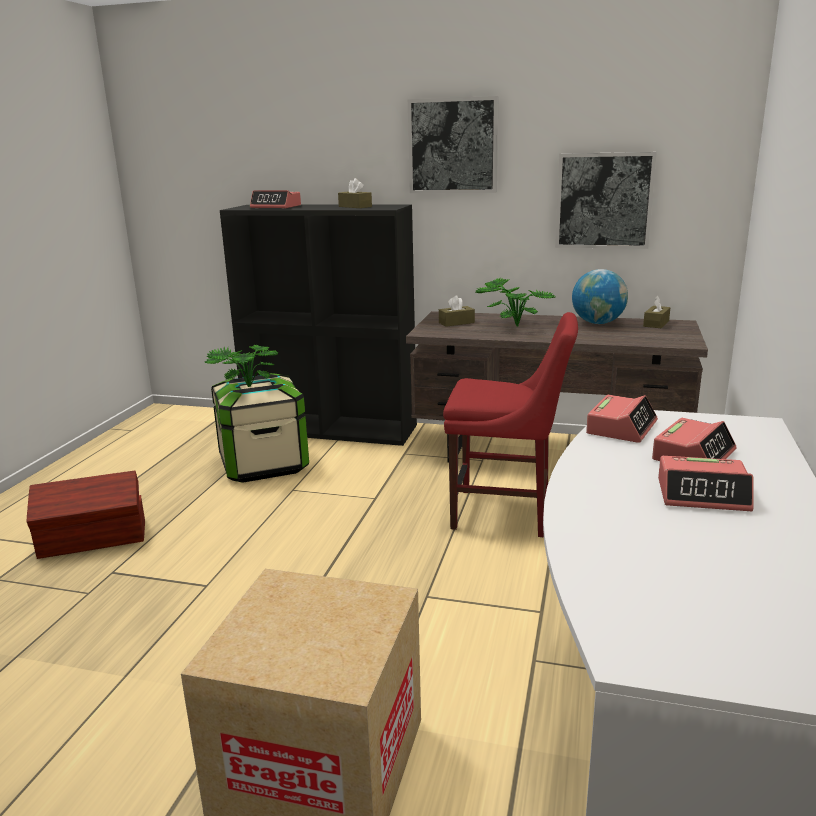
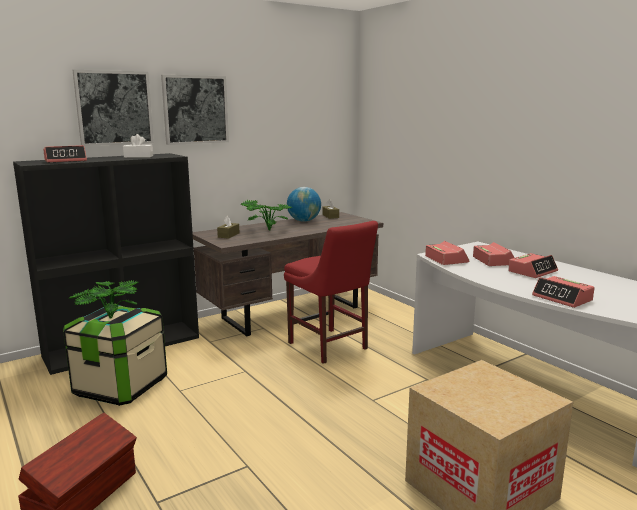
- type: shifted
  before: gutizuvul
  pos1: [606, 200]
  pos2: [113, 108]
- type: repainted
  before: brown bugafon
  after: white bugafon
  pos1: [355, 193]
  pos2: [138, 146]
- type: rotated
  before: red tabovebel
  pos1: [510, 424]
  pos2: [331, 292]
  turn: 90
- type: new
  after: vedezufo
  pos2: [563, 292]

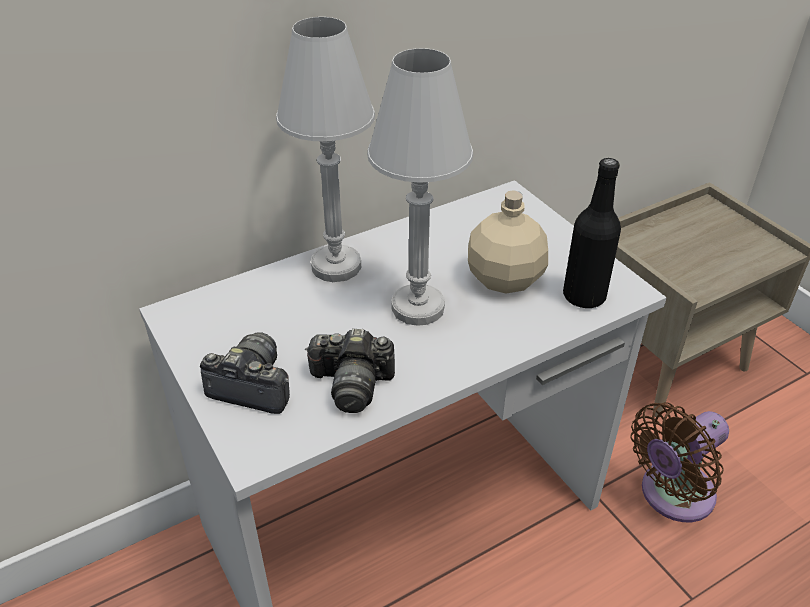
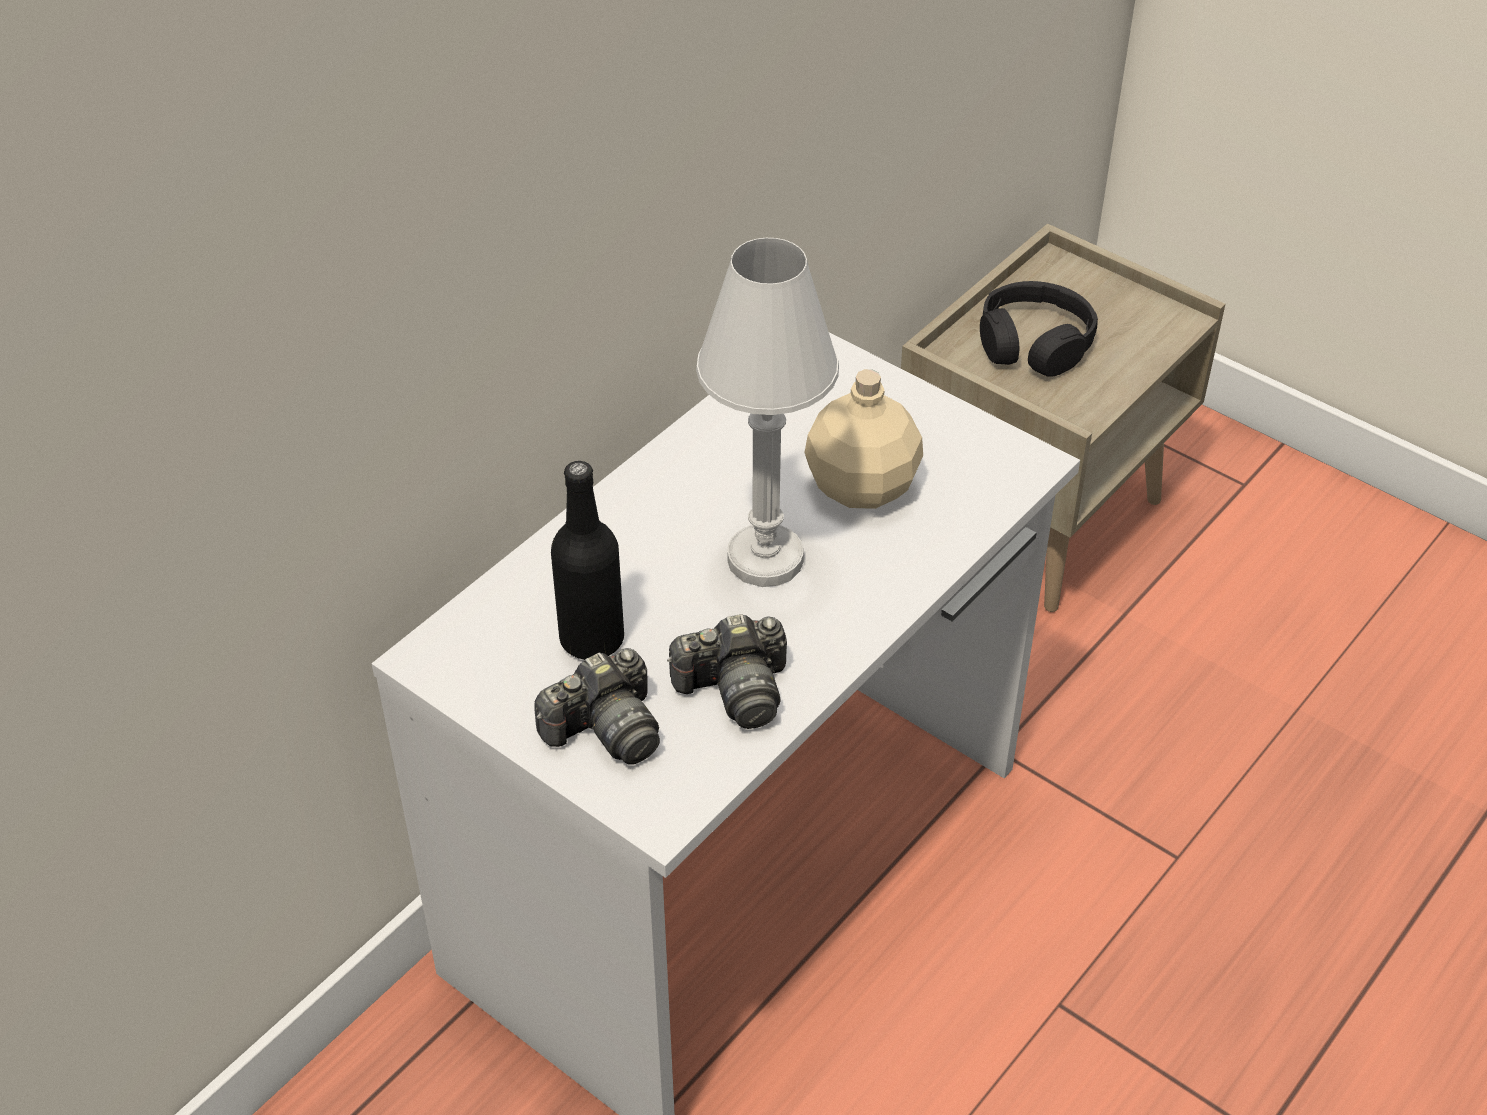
- type: rotated
  before: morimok
  pos1: [245, 373]
  pos2: [597, 706]
  turn: 150
- type: shifted
  before: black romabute
  pos1: [592, 233]
  pos2: [587, 560]
- type: new
  after: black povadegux
  pos2: [1039, 329]
- type: gone
  before: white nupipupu
  pos1: [325, 149]
- type: gone
  before: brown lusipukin
  pos1: [679, 462]

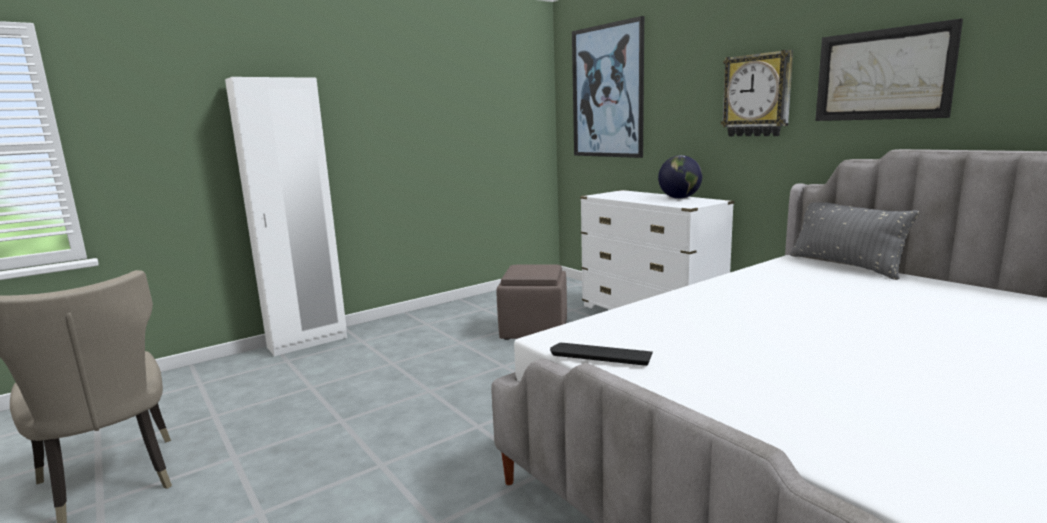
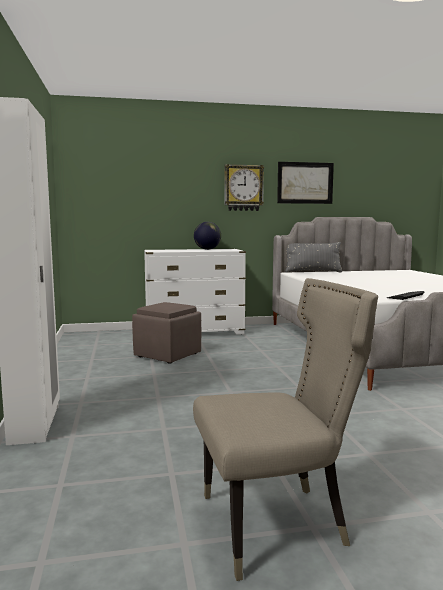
- type: gone
  before: gutizuvul
  pos1: [608, 87]

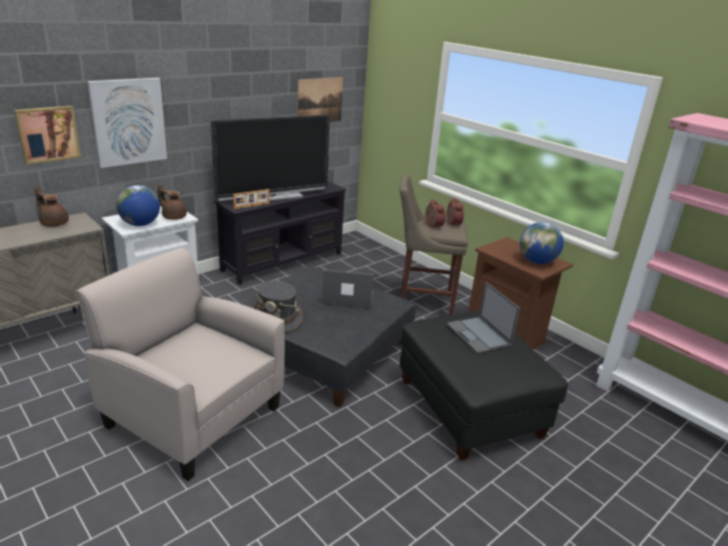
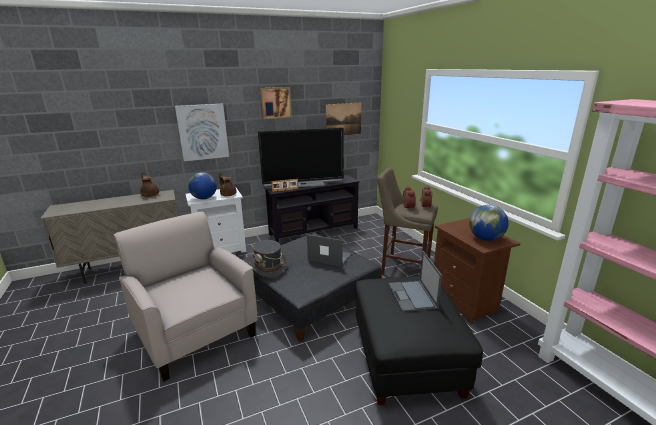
- type: shifted
  before: gutizuvul
  pos1: [47, 135]
  pos2: [276, 103]

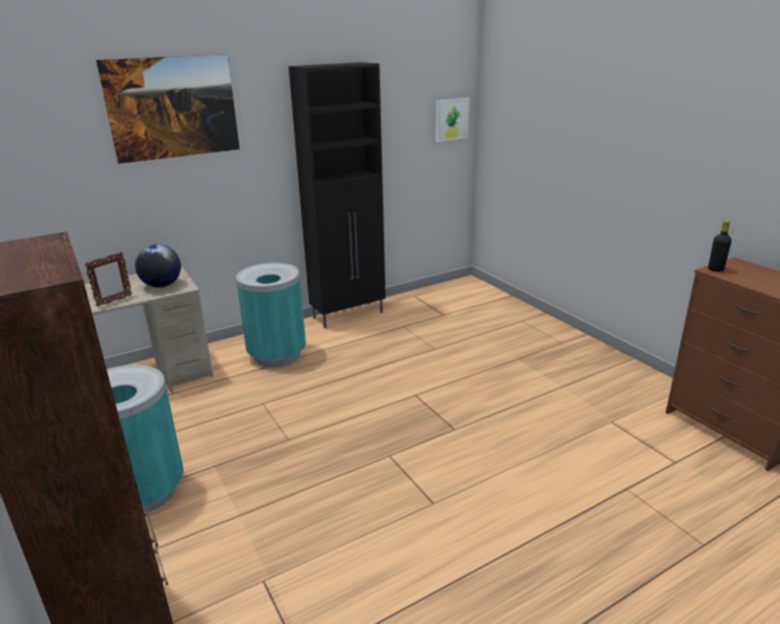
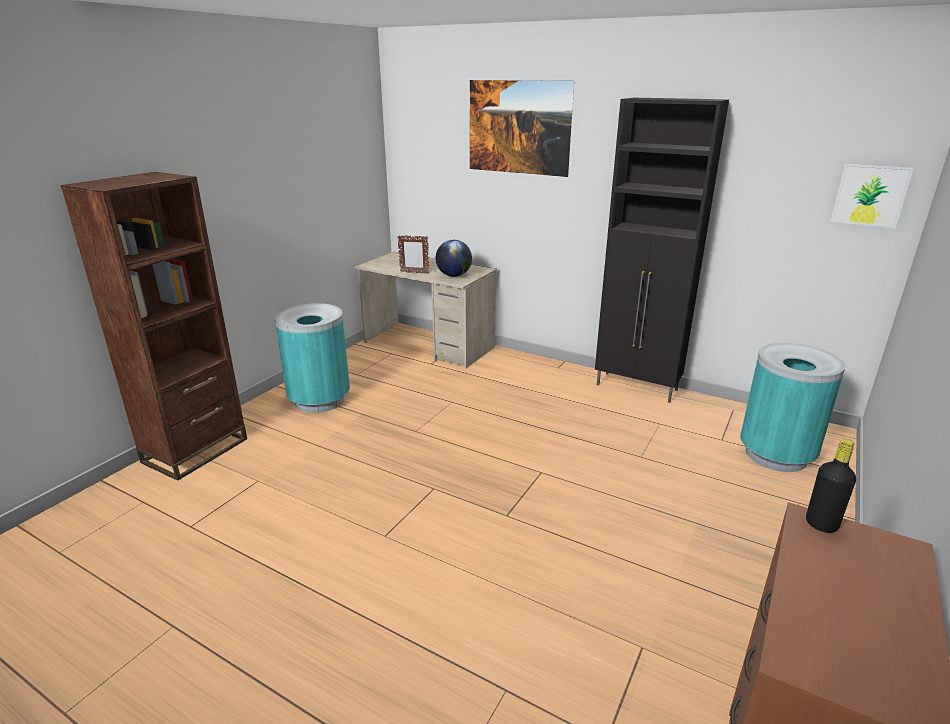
- type: shifted
  before: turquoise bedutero
  pos1: [271, 315]
  pos2: [792, 407]

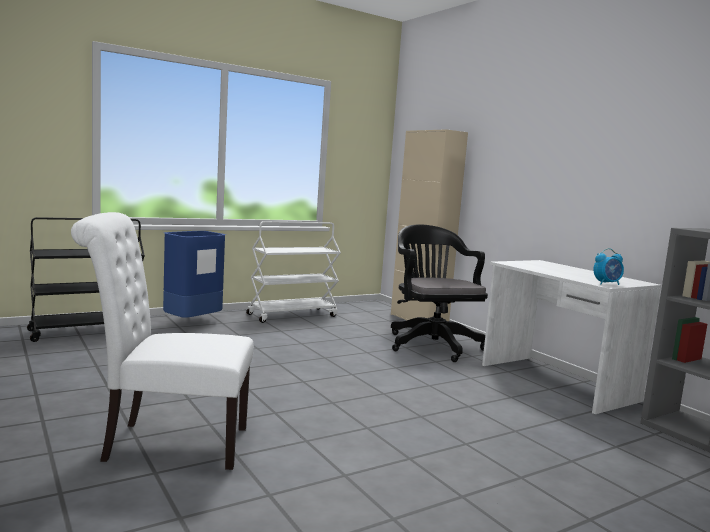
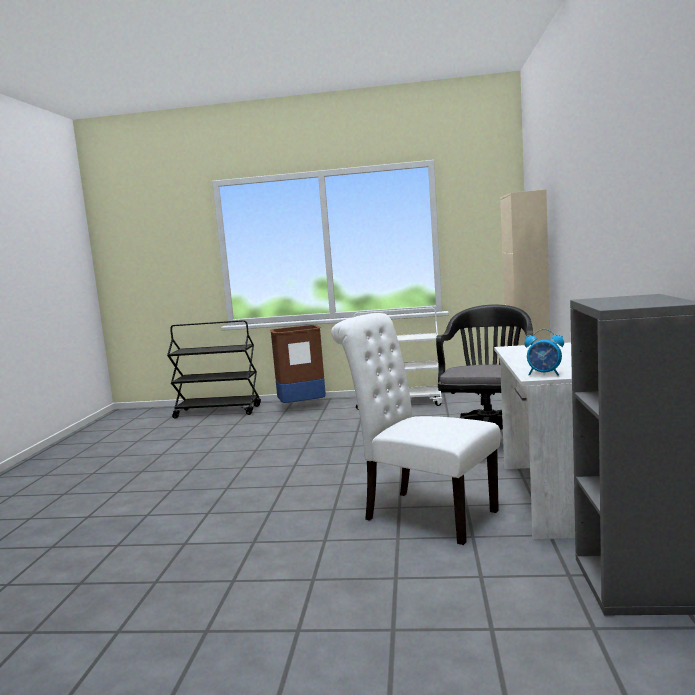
- type: repainted
  before: blue bedutero
  after: brown bedutero
  pos1: [194, 274]
  pos2: [297, 364]
- type: shifted
  before: white tabovebel
  pos1: [162, 341]
  pos2: [416, 429]

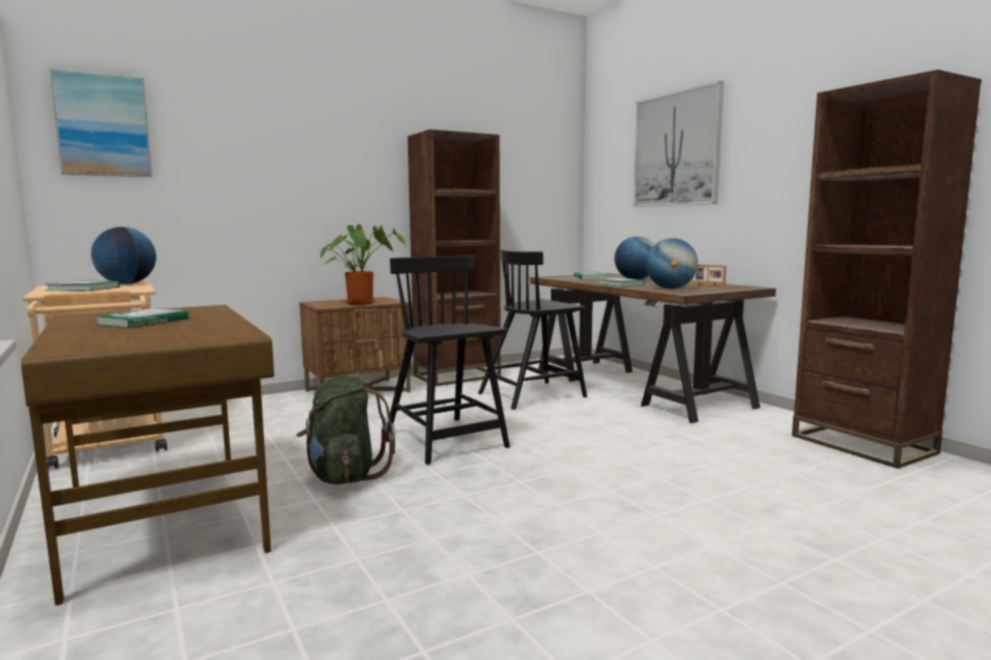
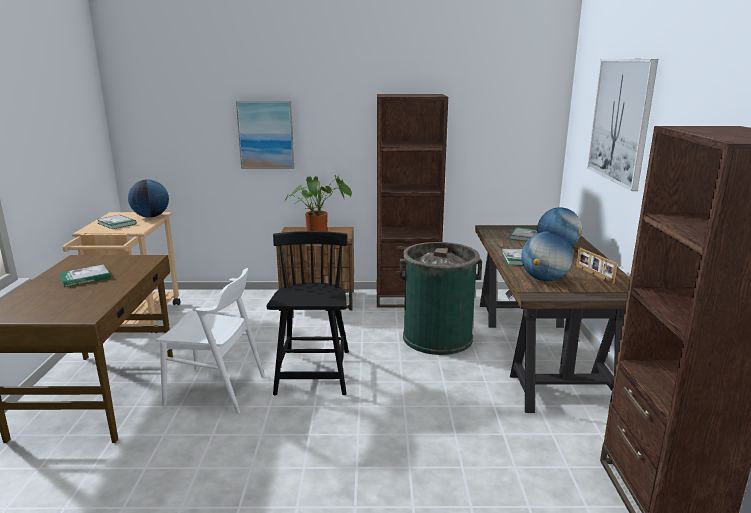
- type: swapped
  before: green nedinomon
  after: white tabovebel
  pos1: [345, 430]
  pos2: [210, 341]
- type: shifted
  before: gutizuvul
  pos1: [100, 122]
  pos2: [265, 135]
- type: swapped
  before: black tabovebel
  after: green bedutero
  pos1: [532, 329]
  pos2: [440, 298]

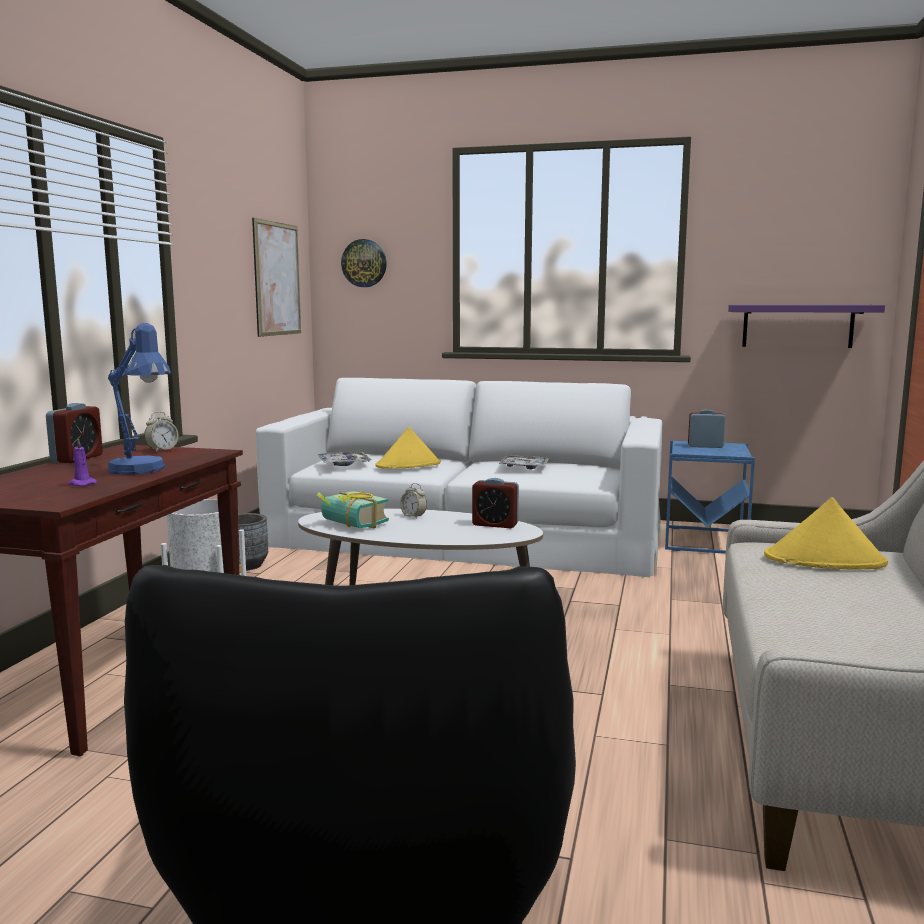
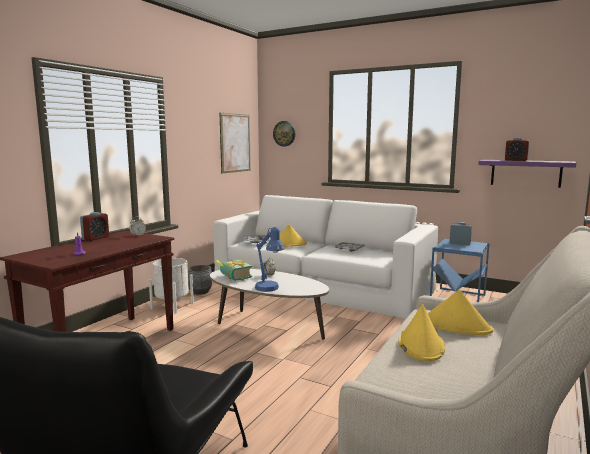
- type: shifted
  before: blue nupipupu
  pos1: [139, 399]
  pos2: [270, 259]
- type: new
  after: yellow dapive
  pos2: [421, 332]
- type: shifted
  before: vedezufo
  pos1: [495, 503]
  pos2: [517, 149]

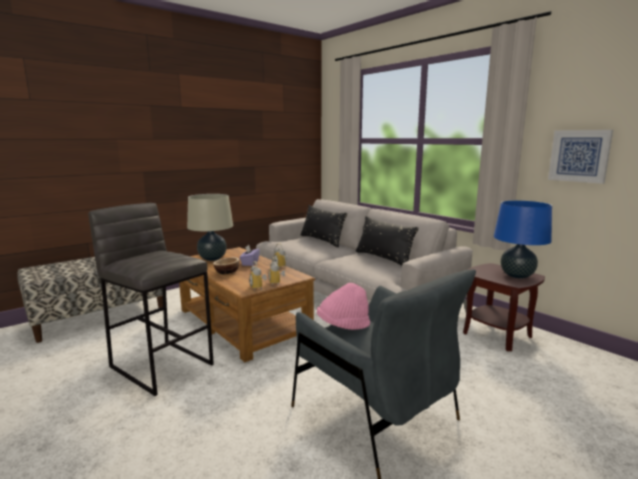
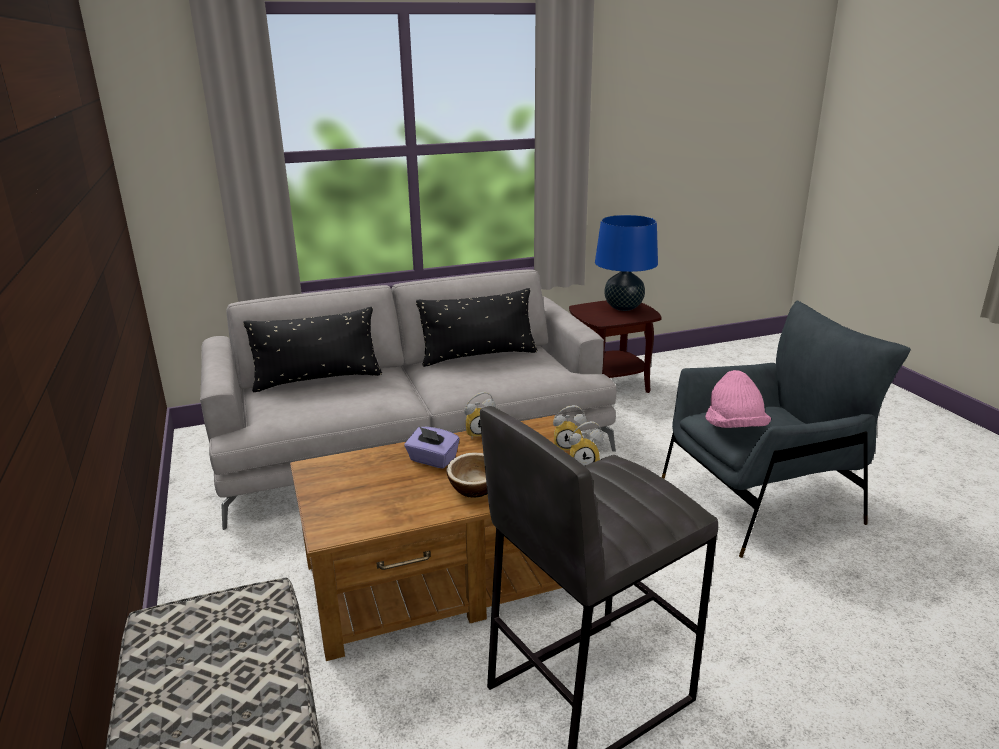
- type: gone
  before: beige nupipupu
  pos1: [210, 227]
- type: gone
  before: gutizuvul
  pos1: [580, 157]

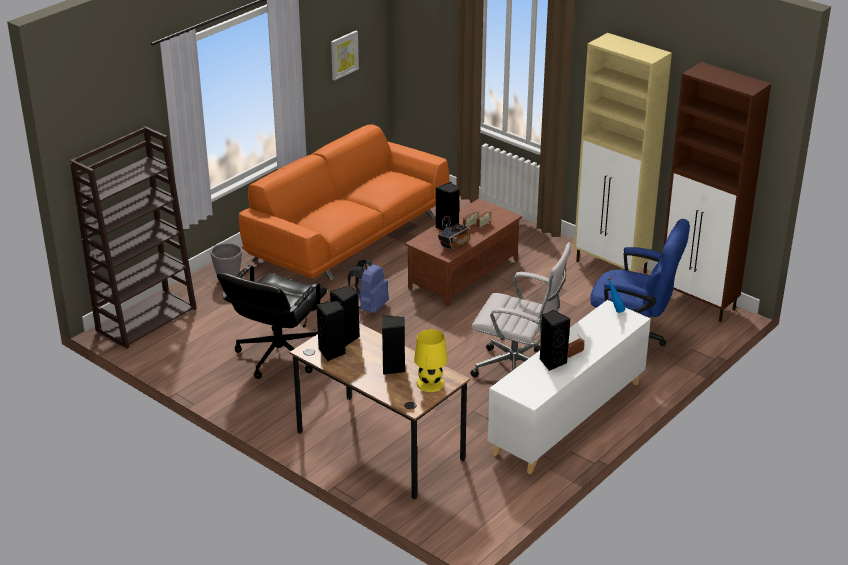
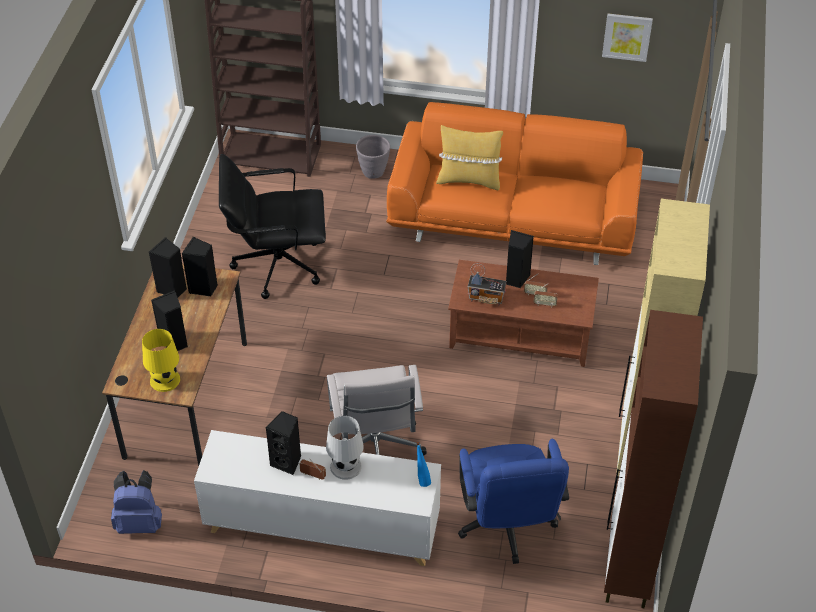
- type: shifted
  before: blue nedinomon
  pos1: [368, 286]
  pos2: [136, 502]
- type: new
  after: white nupipupu
  pos2: [345, 448]
- type: new
  after: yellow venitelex
  pos2: [469, 157]

